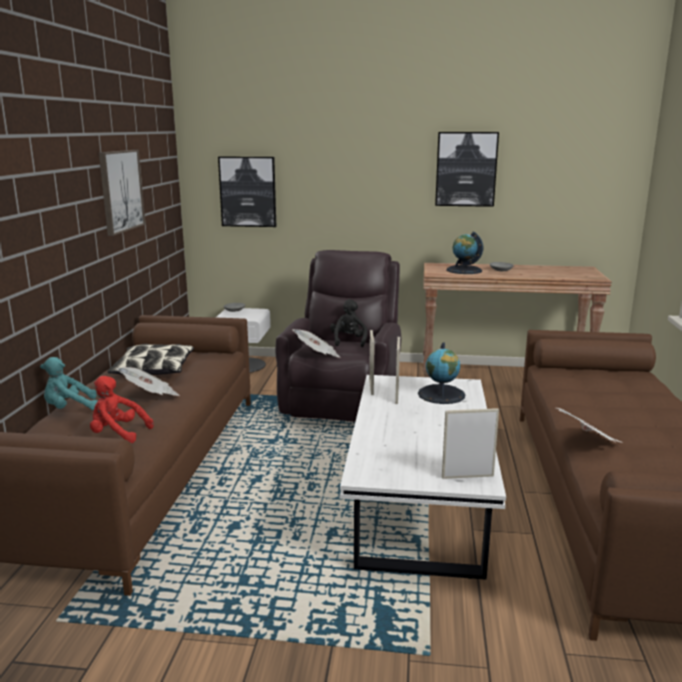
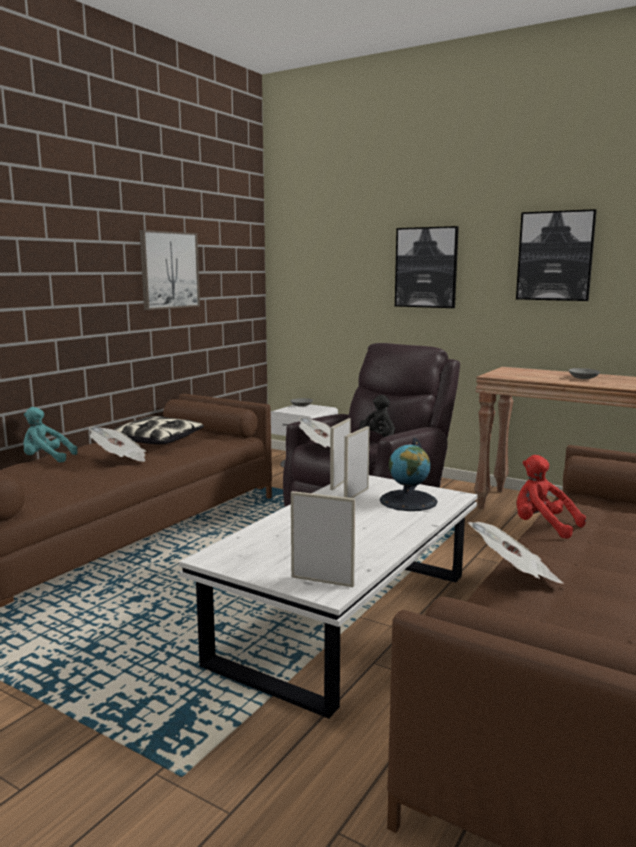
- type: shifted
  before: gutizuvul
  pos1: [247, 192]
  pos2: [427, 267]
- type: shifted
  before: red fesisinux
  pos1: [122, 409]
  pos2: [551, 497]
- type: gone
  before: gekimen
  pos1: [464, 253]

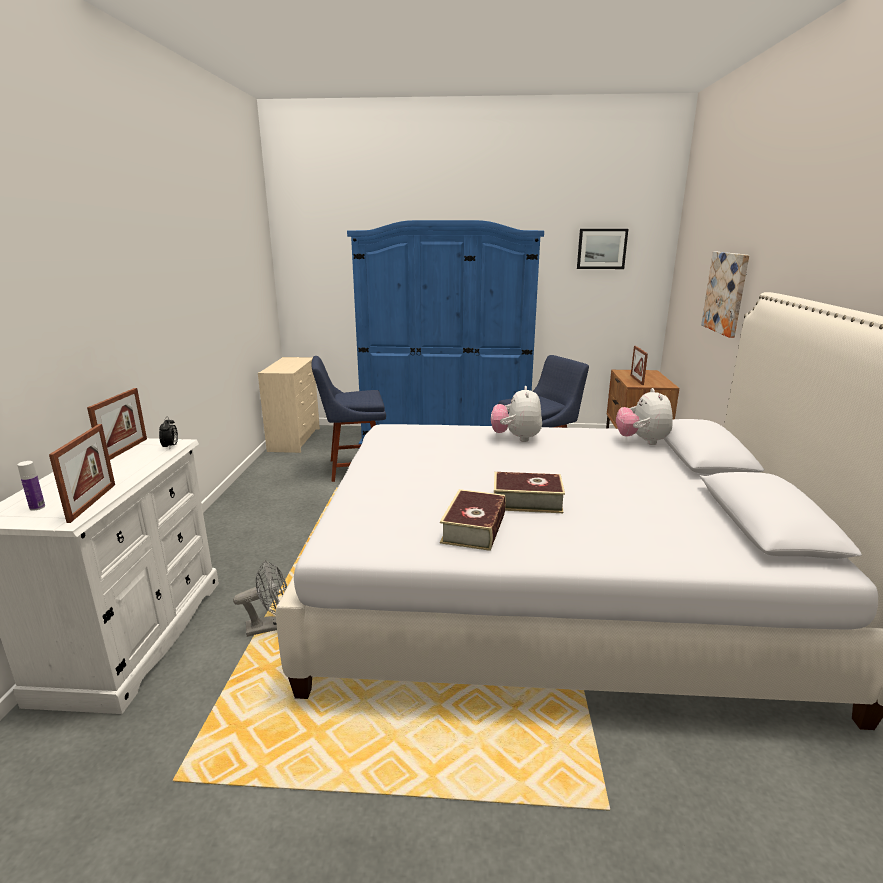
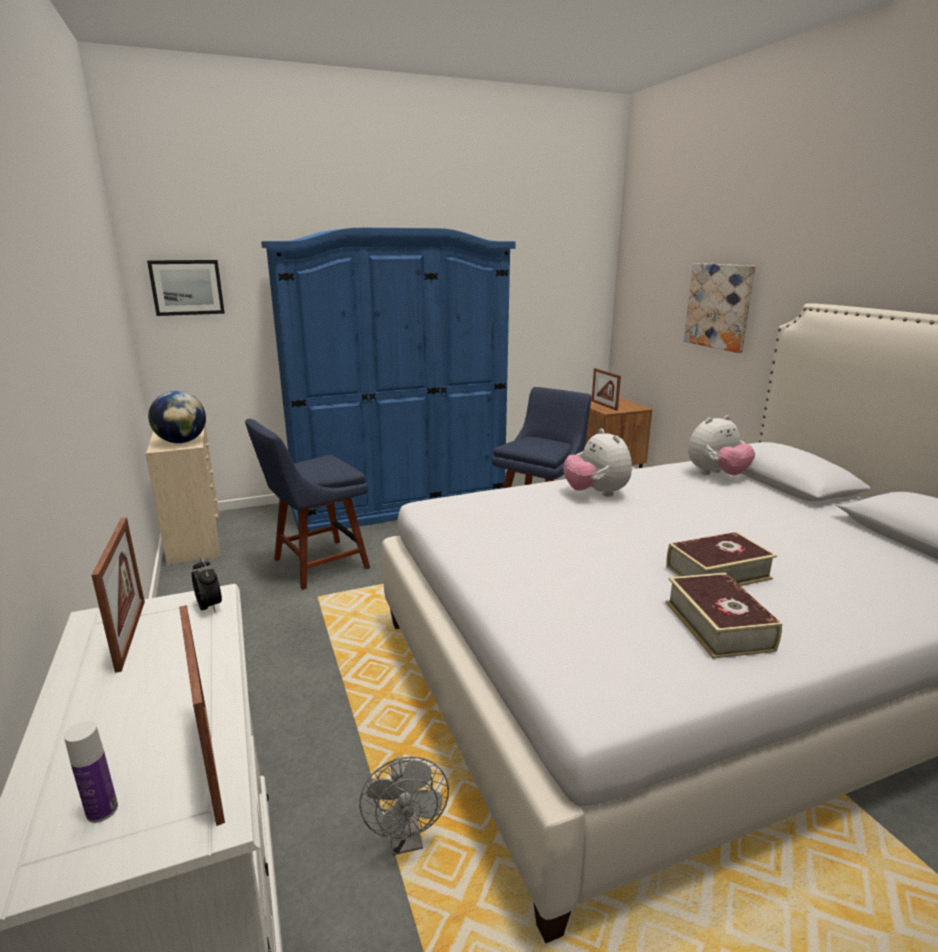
- type: shifted
  before: gutizuvul
  pos1: [602, 249]
  pos2: [186, 288]
- type: new
  after: gekimen
  pos2: [177, 417]
- type: rotated
  before: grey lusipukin
  pos1: [260, 598]
  pos2: [404, 806]
  turn: 120
- type: rotated
  before: fesisinux
  pos1: [644, 416]
  pos2: [721, 445]
  turn: -90

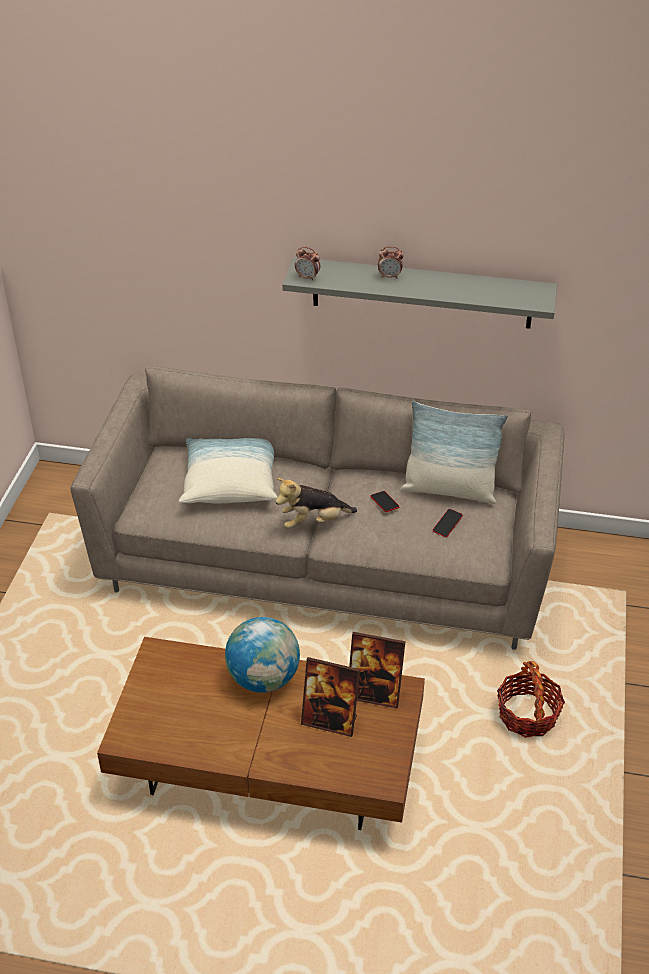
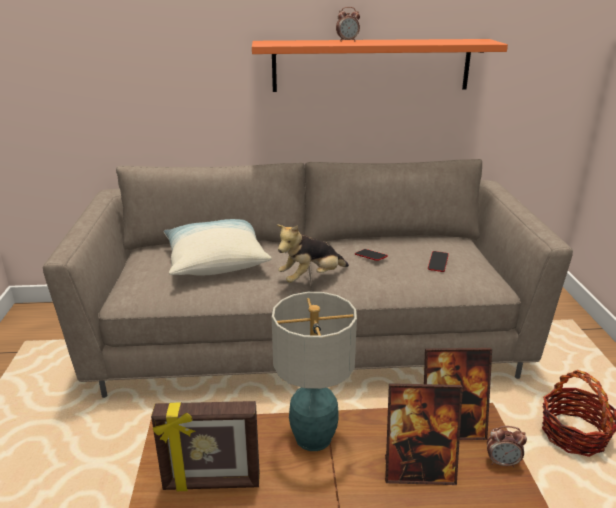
- type: new
  after: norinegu
  pos2: [205, 446]
- type: repainted
  before: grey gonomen
  after: orange gonomen
  pos1: [419, 293]
  pos2: [380, 65]
- type: swapped
  before: gekimen
  after: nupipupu
  pos1: [262, 655]
  pos2: [314, 371]
- type: shifted
  before: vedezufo
  pos1: [307, 264]
  pos2: [507, 447]
- type: gone
  before: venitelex
  pos1: [454, 452]

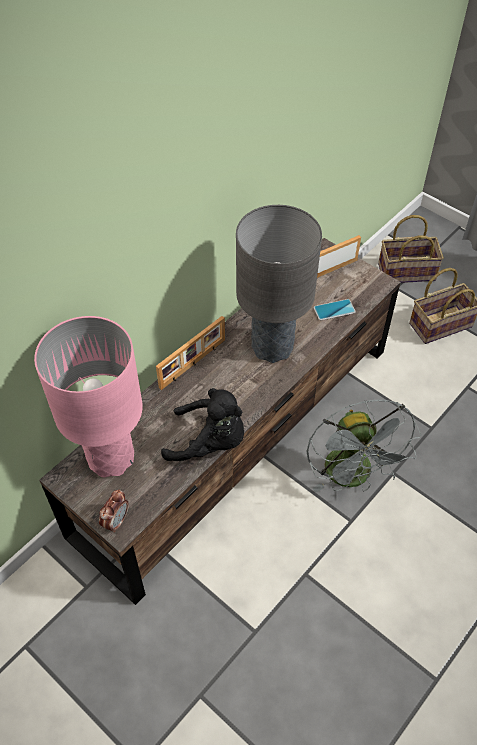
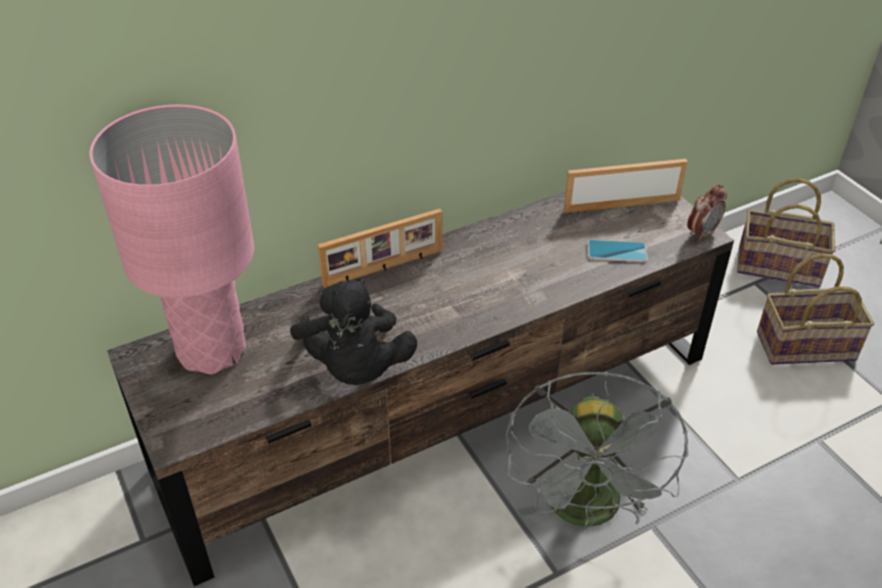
- type: rotated
  before: black fesisinux
  pos1: [202, 424]
  pos2: [353, 331]
  turn: 45
- type: shifted
  before: vedezufo
  pos1: [114, 511]
  pos2: [707, 213]
- type: gone
  before: grey nupipupu
  pos1: [279, 284]

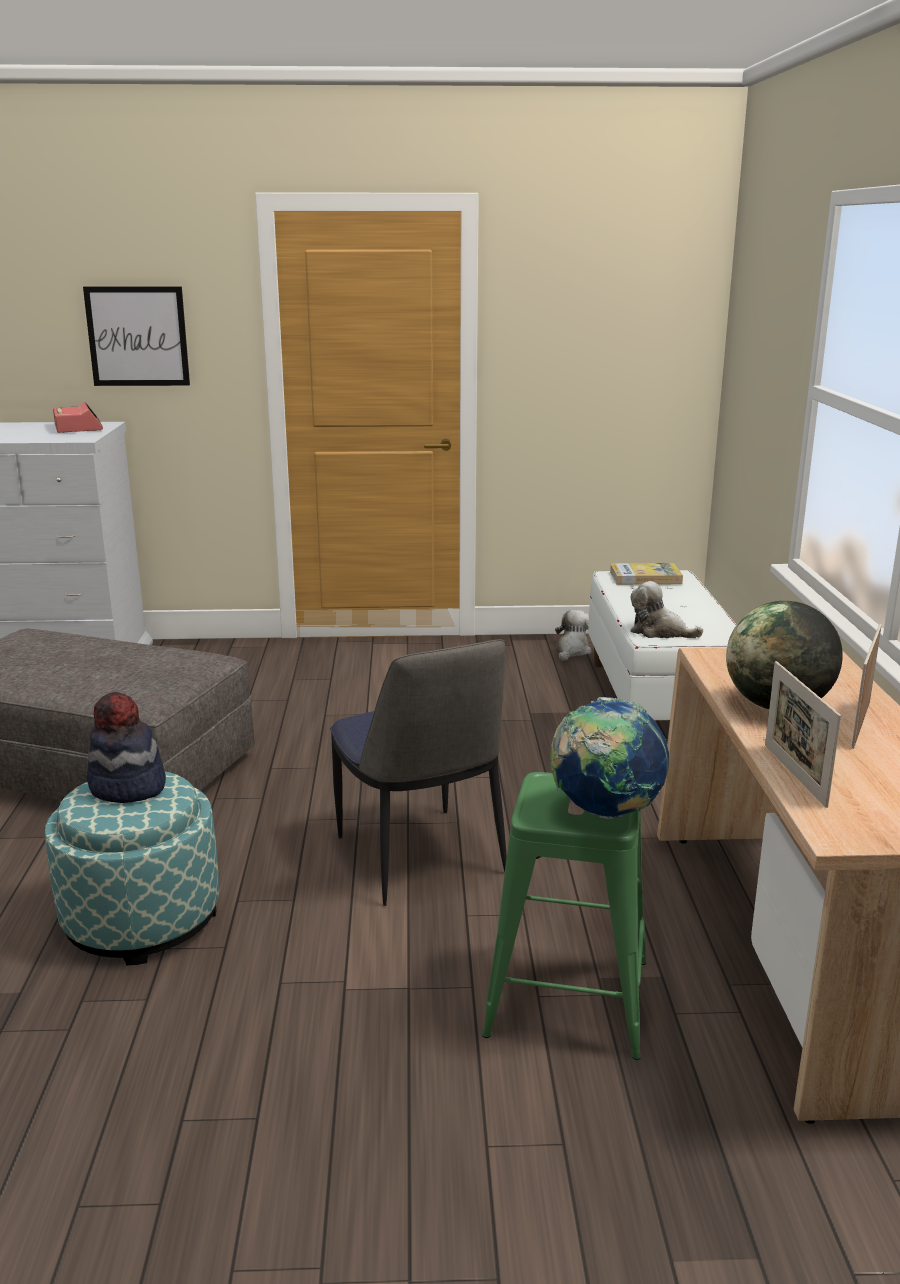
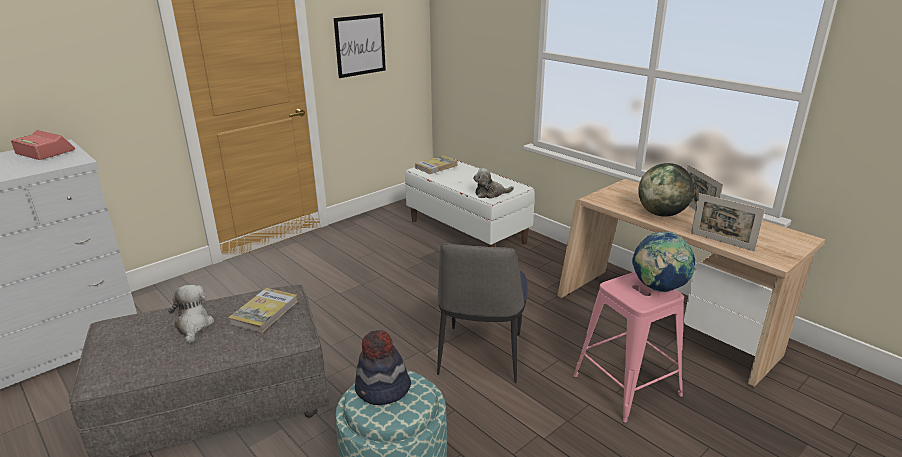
- type: shifted
  before: fesisinux
  pos1: [573, 635]
  pos2: [191, 314]
- type: new
  after: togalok
  pos2: [263, 310]
- type: shifted
  before: gutizuvul
  pos1: [136, 336]
  pos2: [360, 45]
- type: rotated
  before: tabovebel
  pos1: [418, 772]
  pos2: [482, 313]
  turn: 75
- type: repainted
  before: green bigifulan
  after: pink bigifulan
  pos1: [564, 916]
  pos2: [628, 347]

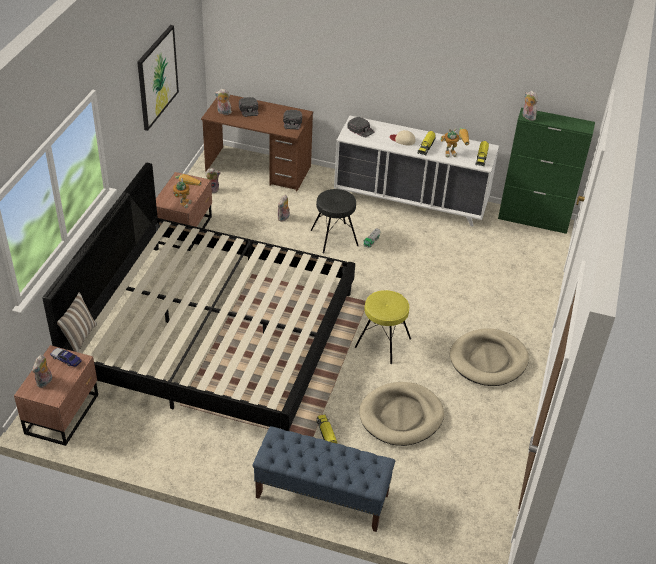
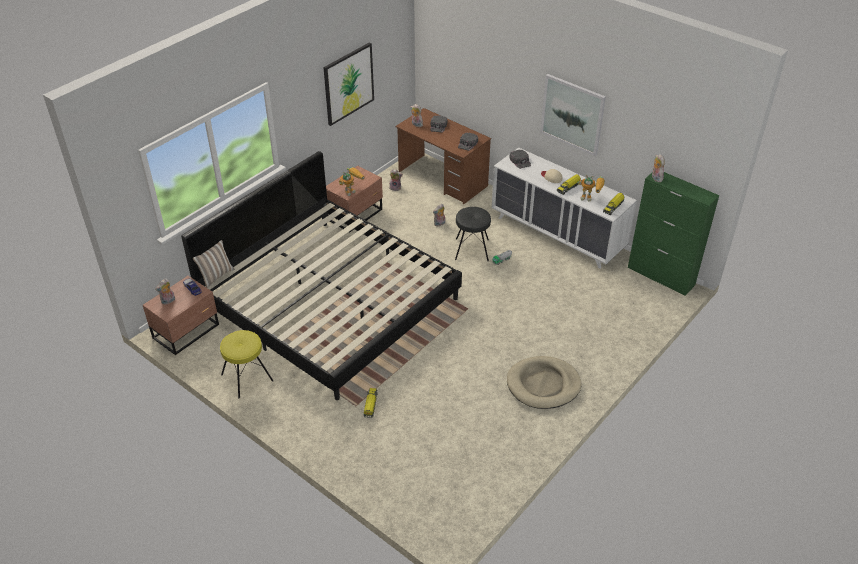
- type: shifted
  before: yellow bigifulan
  pos1: [383, 327]
  pos2: [247, 364]
- type: new
  after: gutizuvul
  pos2: [573, 115]
- type: gone
  before: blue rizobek
  pos1: [324, 479]
- type: gone
  before: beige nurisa
  pos1: [401, 414]

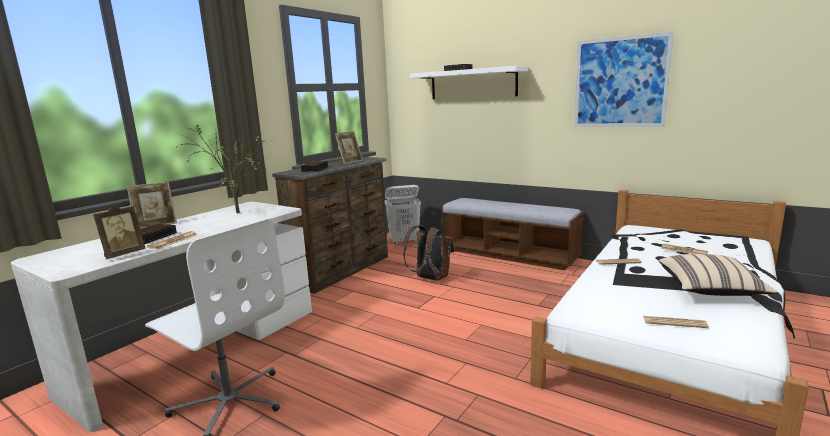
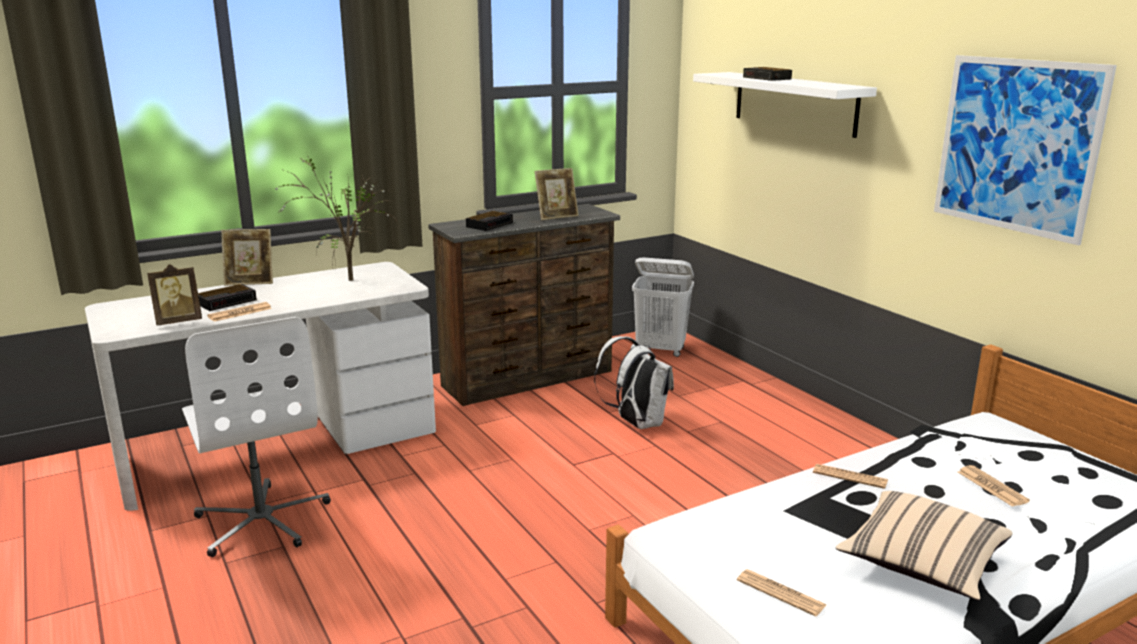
- type: repainted
  before: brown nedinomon
  after: white nedinomon
  pos1: [428, 252]
  pos2: [634, 382]
- type: gone
  before: rizobek
  pos1: [512, 234]

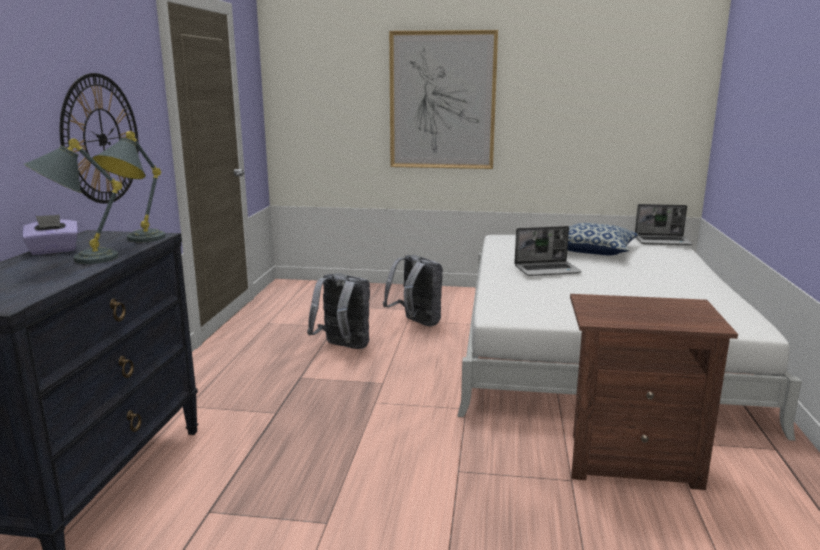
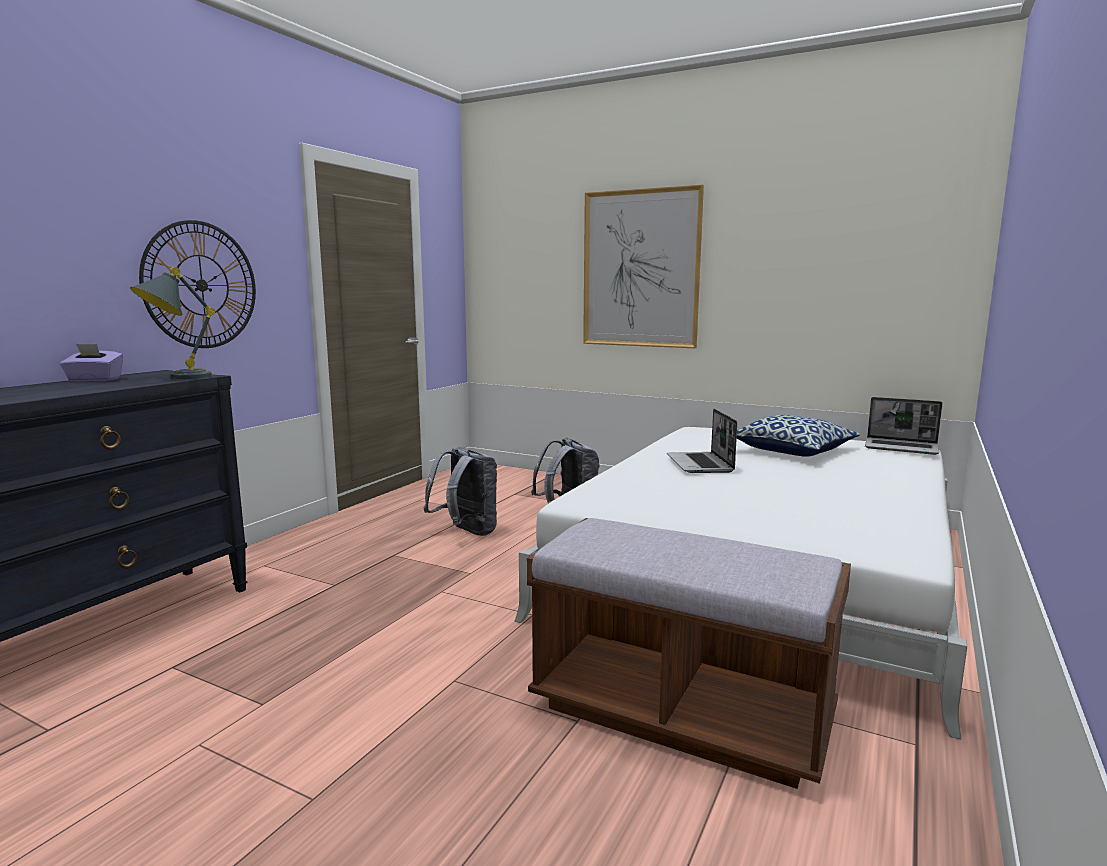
- type: swapped
  before: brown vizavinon
  after: brown rizobek
  pos1: [654, 392]
  pos2: [689, 653]
- type: rotated
  before: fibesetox
  pos1: [548, 251]
  pos2: [702, 441]
  turn: 75
- type: gone
  before: grey nupipupu
  pos1: [73, 201]

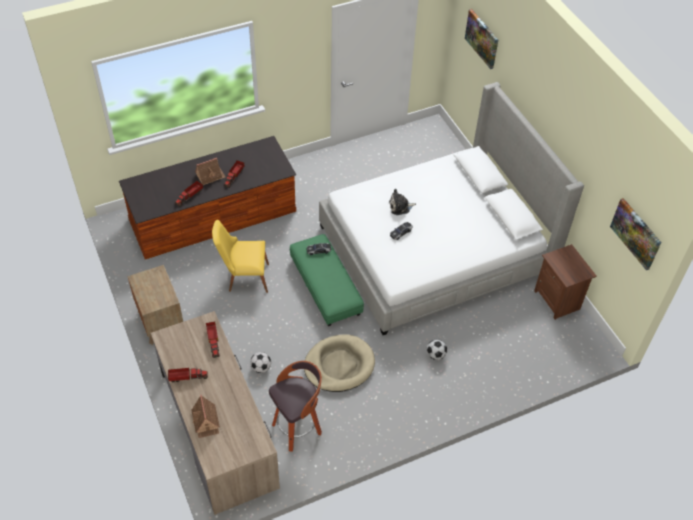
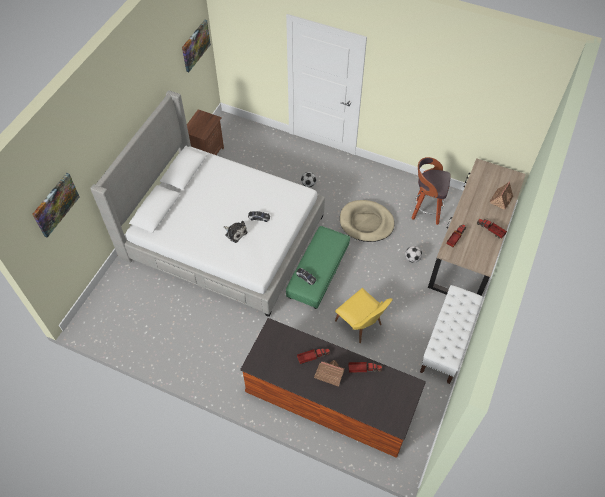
- type: swapped
  before: brown vizavinon
  after: white rizobek
  pos1: [155, 305]
  pos2: [451, 334]

